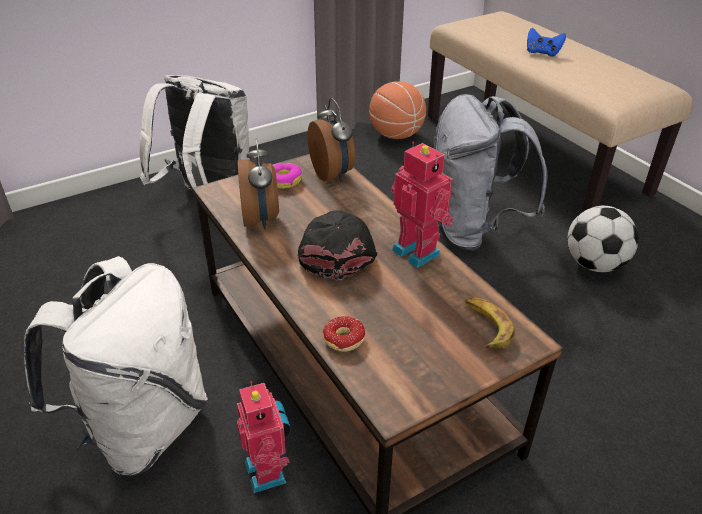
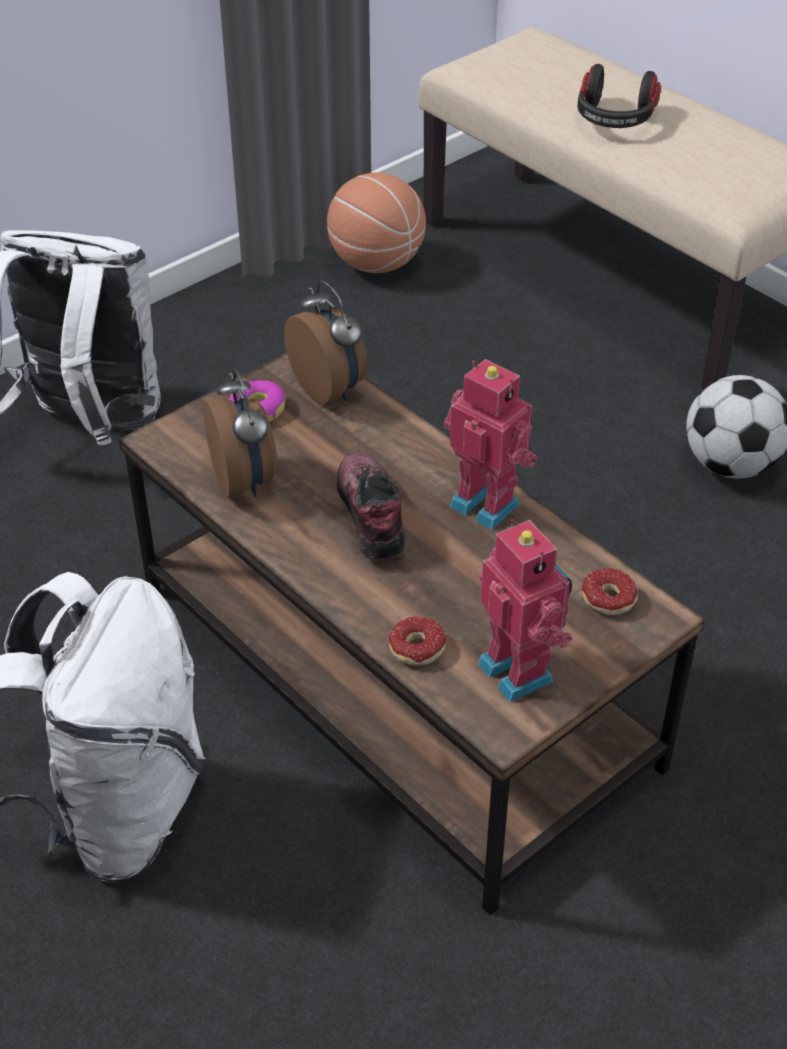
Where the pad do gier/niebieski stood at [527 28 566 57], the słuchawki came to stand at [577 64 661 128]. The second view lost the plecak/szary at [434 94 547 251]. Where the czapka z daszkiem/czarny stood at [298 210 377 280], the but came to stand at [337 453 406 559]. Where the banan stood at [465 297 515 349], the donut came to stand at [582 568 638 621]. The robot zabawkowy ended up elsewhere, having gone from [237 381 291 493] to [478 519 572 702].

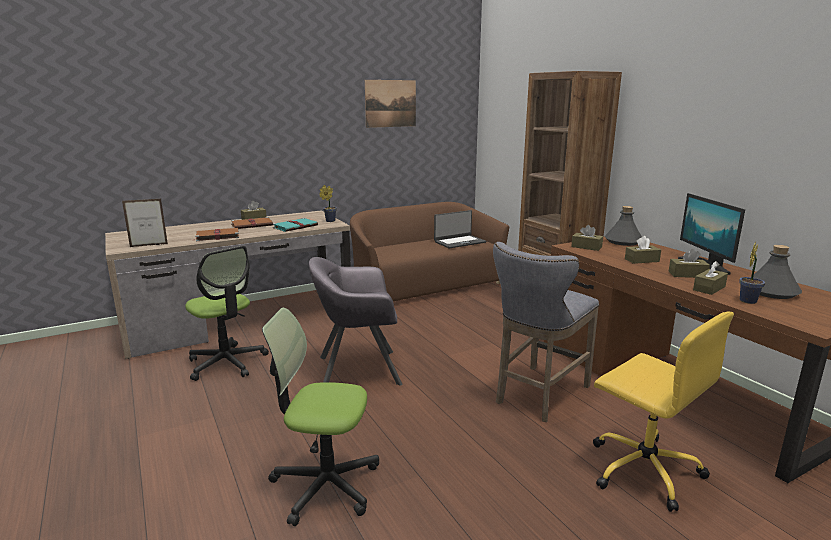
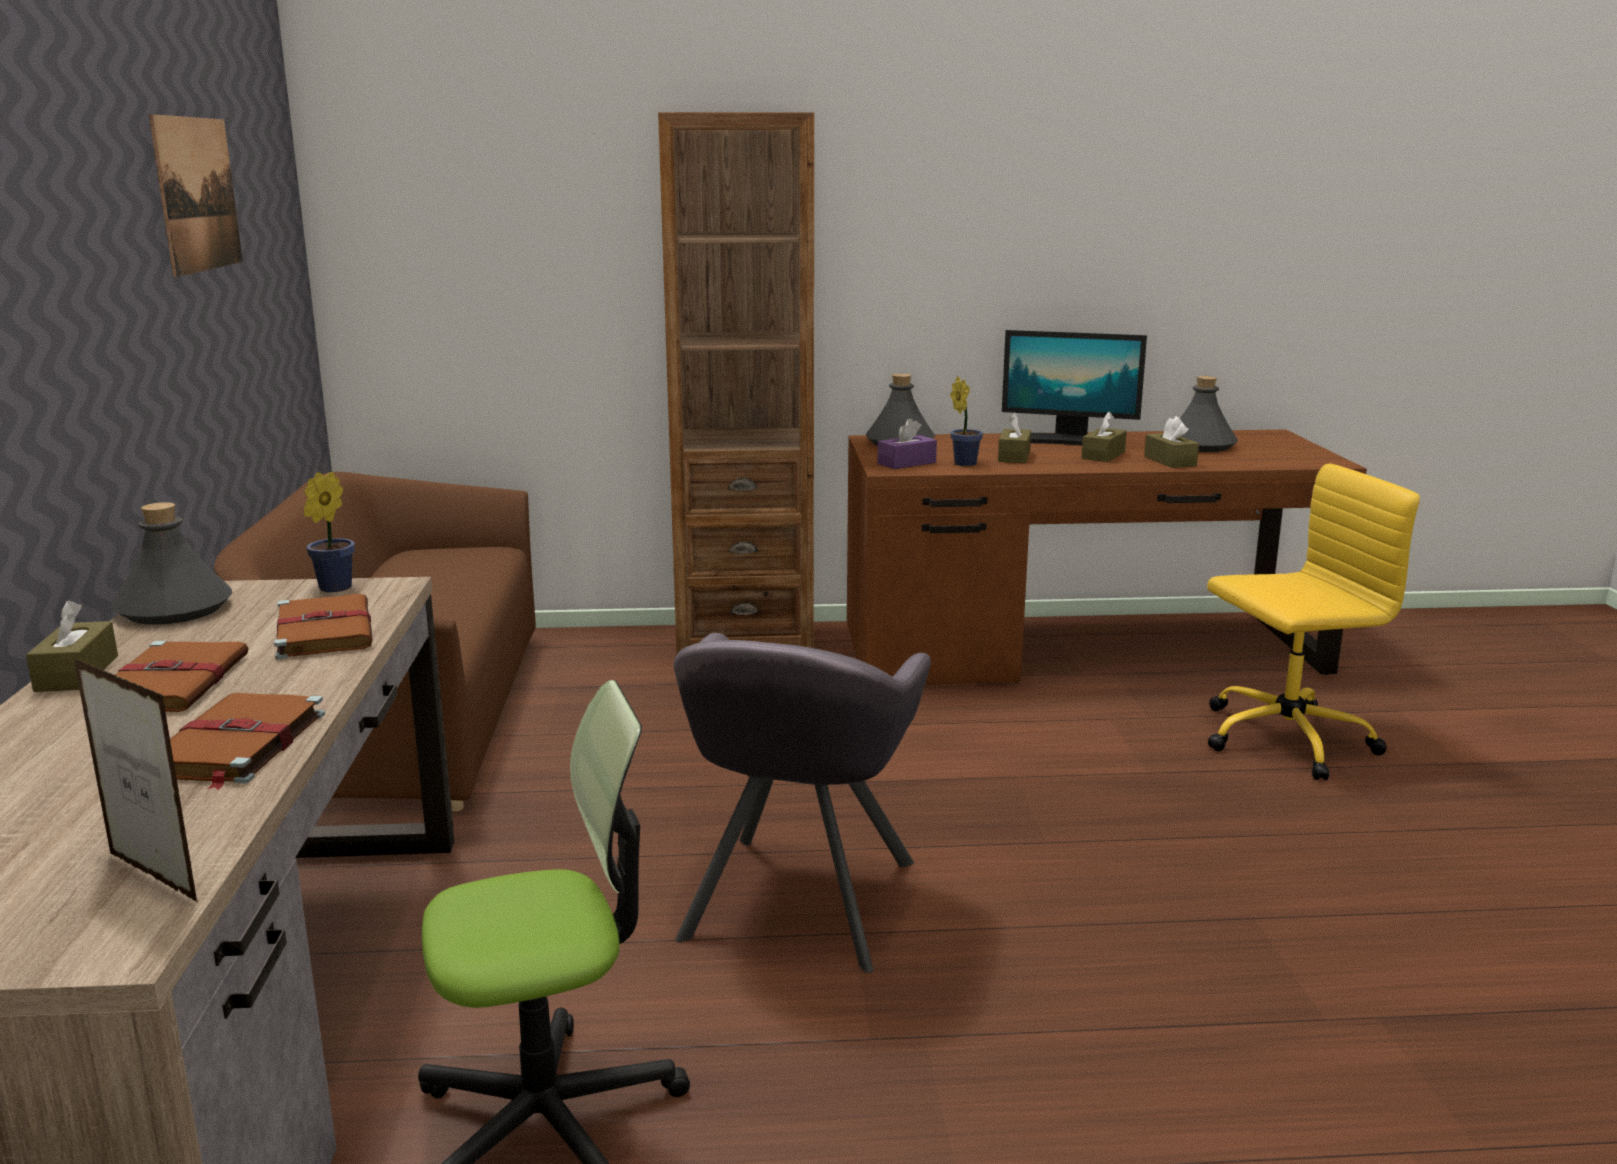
The ramka na zdjęcie at [122 199 168 247] ended up facing another way, 120 degrees clockwise from before. The second view lost the laptop at [434 210 486 248]. What was the książka/turkusowy at [272 218 318 232] turned into the książka/brązowy at [274 594 373 660]. What was the pudełko chusteczek/brązowy at [571 225 603 251] turned into the pudełko chusteczek/fioletowy at [877 418 937 469]. The second view lost the stołek/szary at [493 242 599 422]. The roślina doniczkowa ended up elsewhere, having gone from [739 242 765 304] to [950 376 983 466]. The second view lost the krzesło biurowe at [262 308 379 526]. The second view gained the butelka/szary at [112 502 233 625].

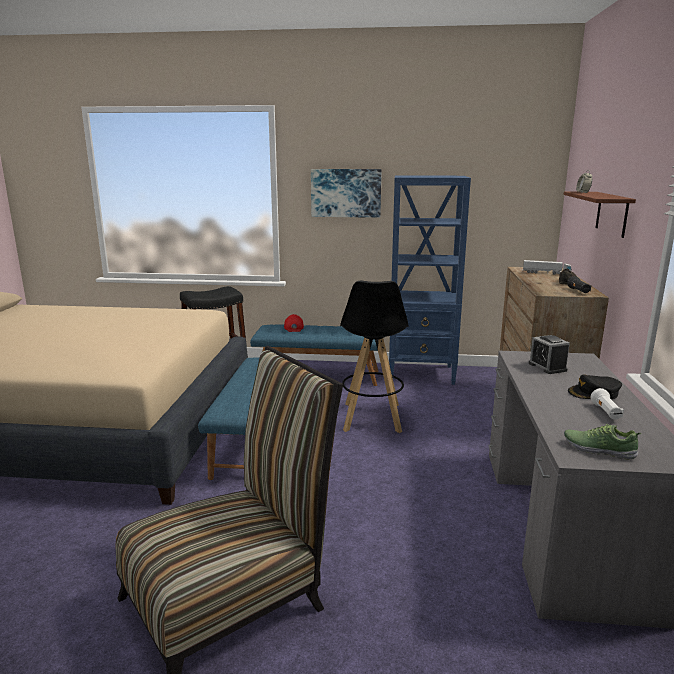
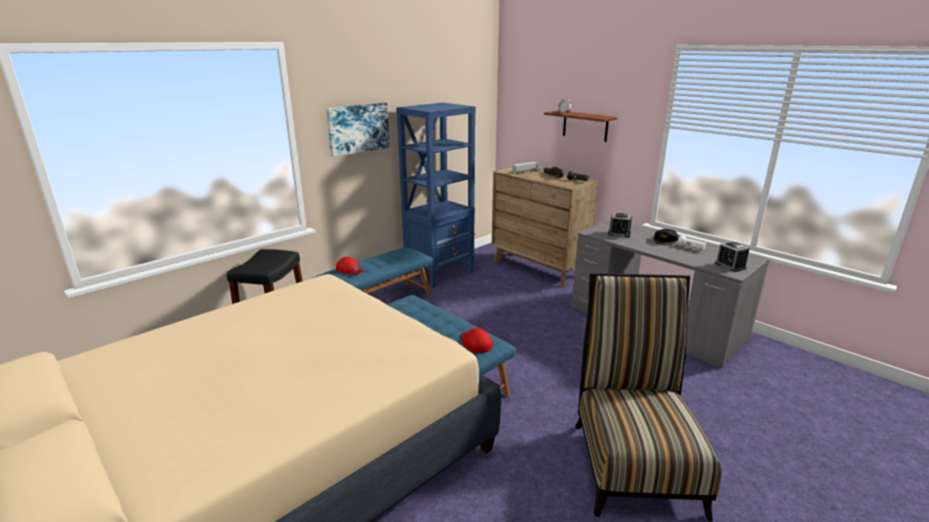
The second view lost the stołek/czarny at [340 281 409 433]. Where the but stood at [564 424 641 460], the budzik came to stand at [715 241 750 272]. The second view gained the czapka z daszkiem/czerwony at [460 328 493 353].

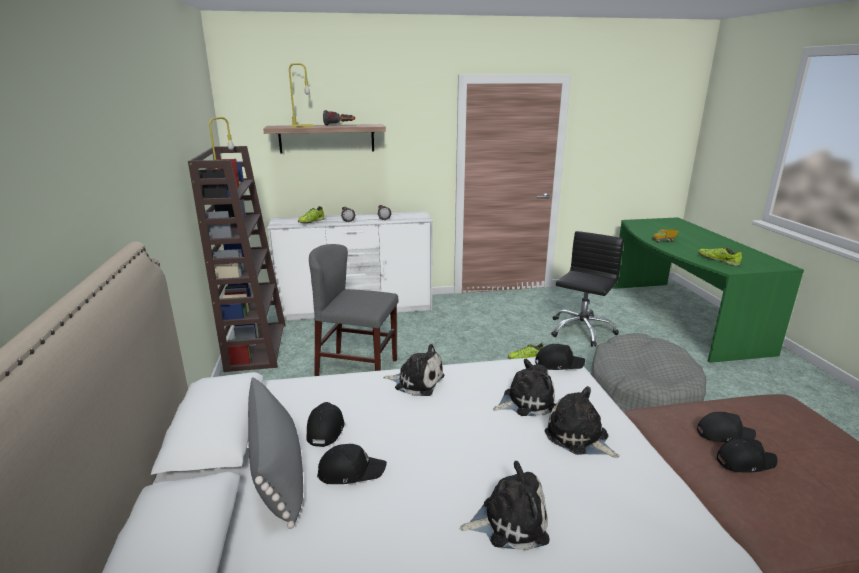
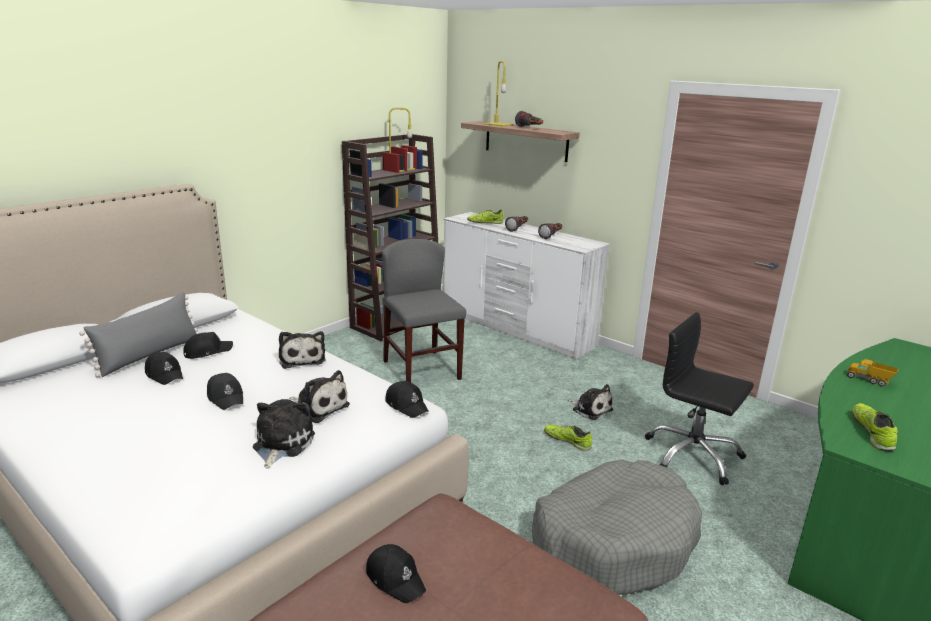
The krzesło biurowe/czarny at [551 231 624 347] ended up facing another way, 135 degrees counterclockwise from before. The czapka z daszkiem/czarny ended up elsewhere, having gone from [697 412 756 442] to [207 373 243 410]. The pluszak ended up elsewhere, having gone from [460 461 550 551] to [568 384 613 420].

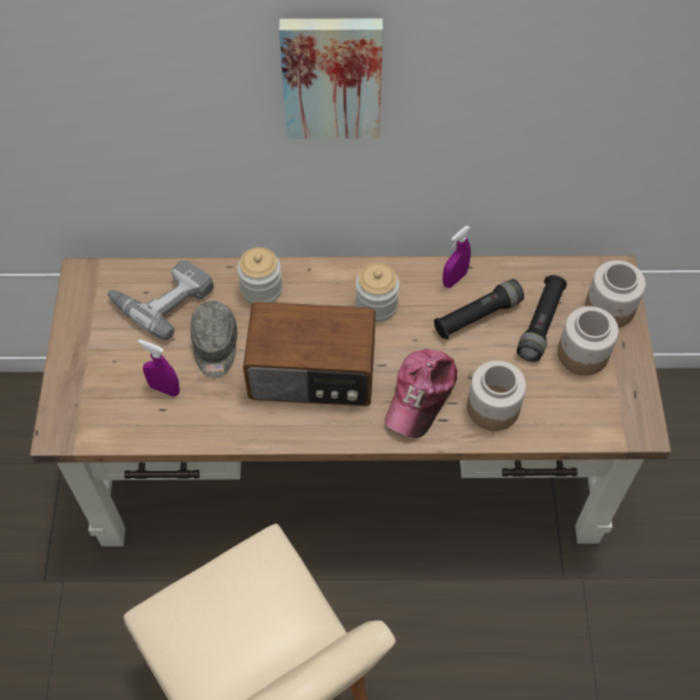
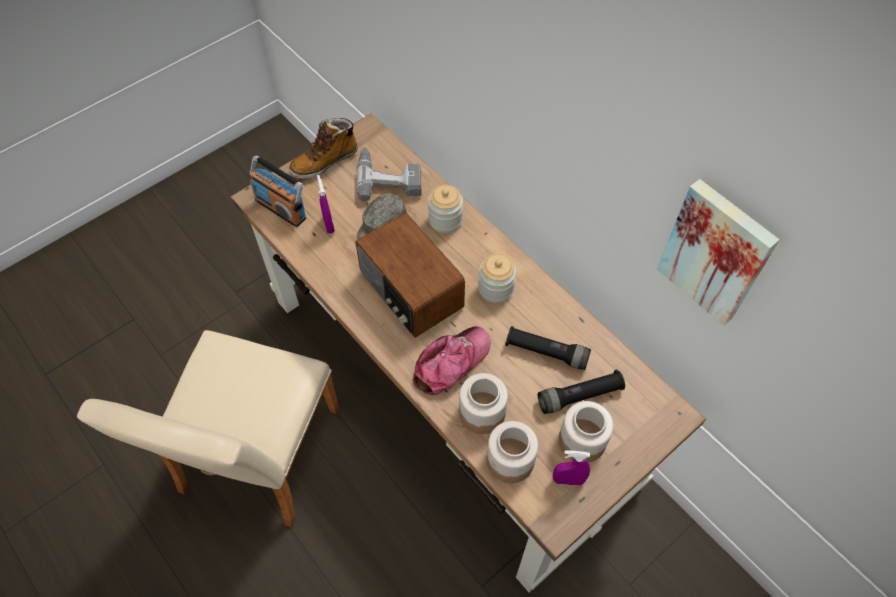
The obraz ended up elsewhere, having gone from [279 18 383 138] to [657 179 780 326]. The spryskiwacz/fioletowy ended up elsewhere, having gone from [443 226 471 288] to [553 450 590 486]. The słoik ended up elsewhere, having gone from [585 260 646 328] to [486 421 538 483]. The czapka z daszkiem at [385 348 457 438] ended up facing another way, 150 degrees clockwise from before. The second view gained the but z cholewką at [289 118 358 179]. The second view gained the radio at [250 156 306 227].

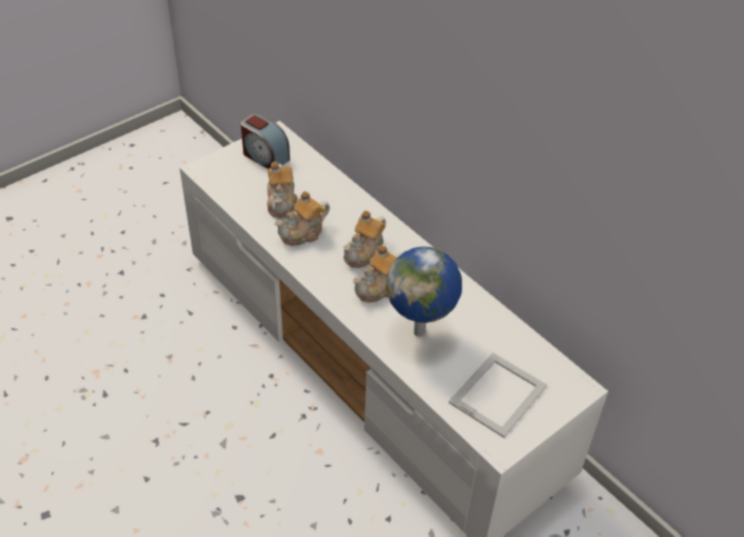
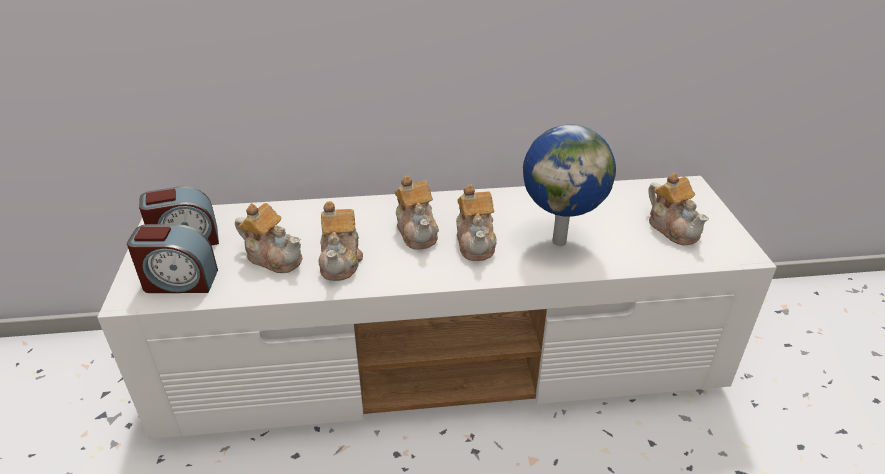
Where the ramka na zdjęcie stood at [449 353 547 438], the imbryk came to stand at [648 173 709 245]. The second view gained the budzik at [127 224 218 293].

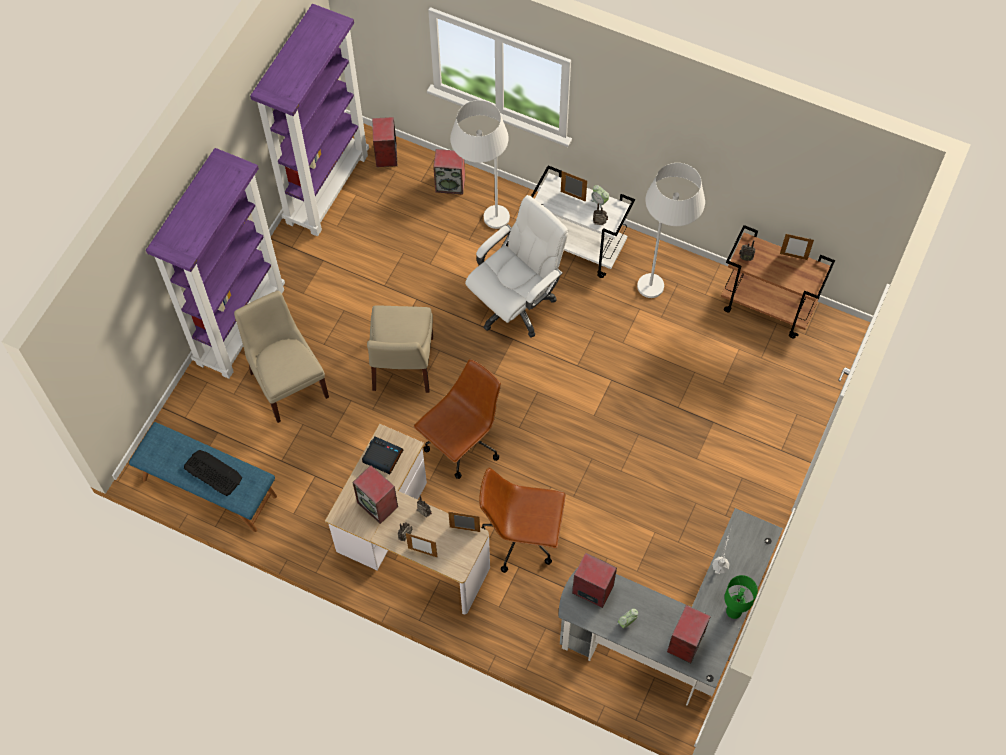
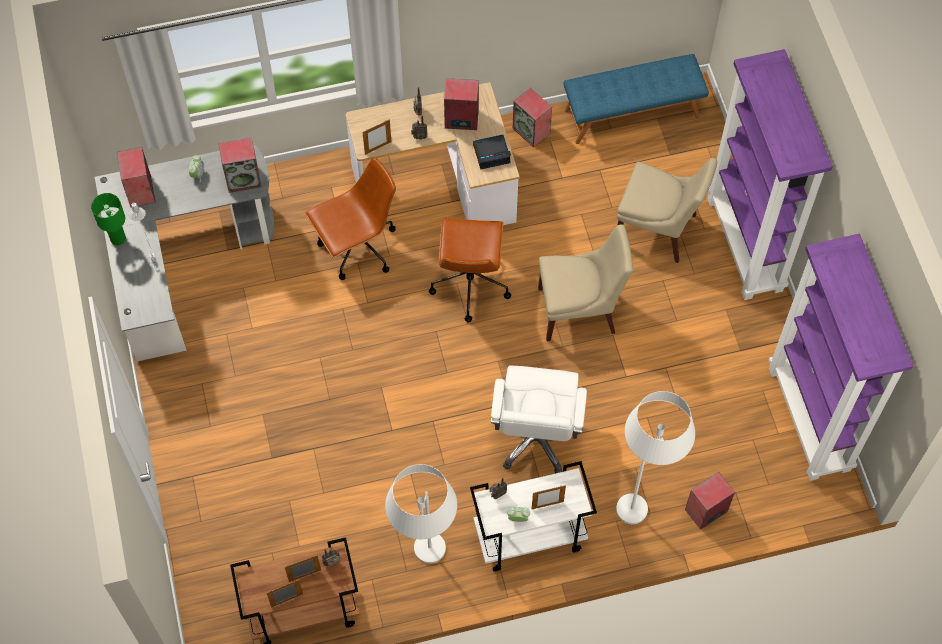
The głośnik ended up elsewhere, having gone from [372 117 397 167] to [513 88 552 147]. The krzesło/beżowy at [367 305 433 393] ended up facing another way, 120 degrees clockwise from before. The second view lost the klawiatura at [184 450 242 496]. The ramka na zdjęcie ended up elsewhere, having gone from [406 533 437 557] to [285 555 321 582].

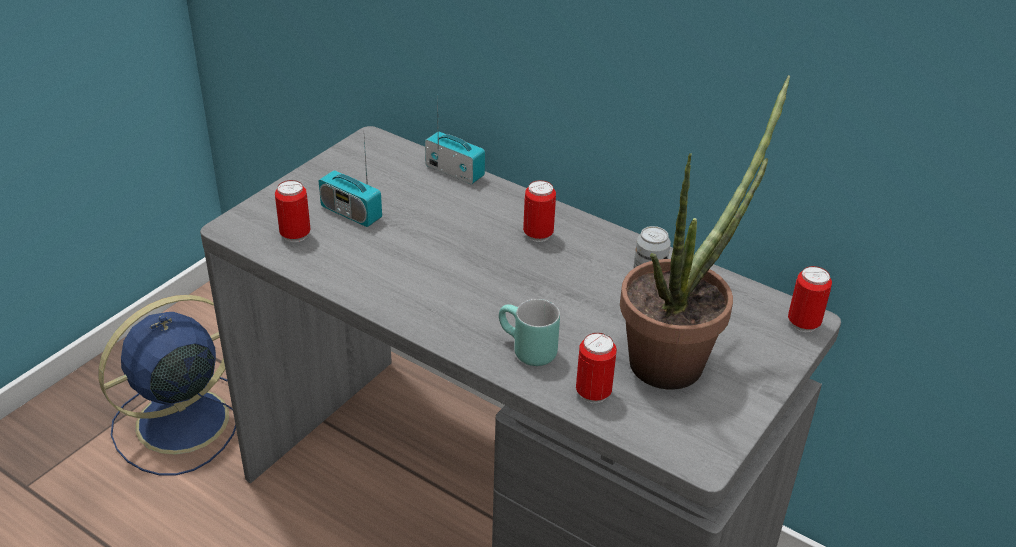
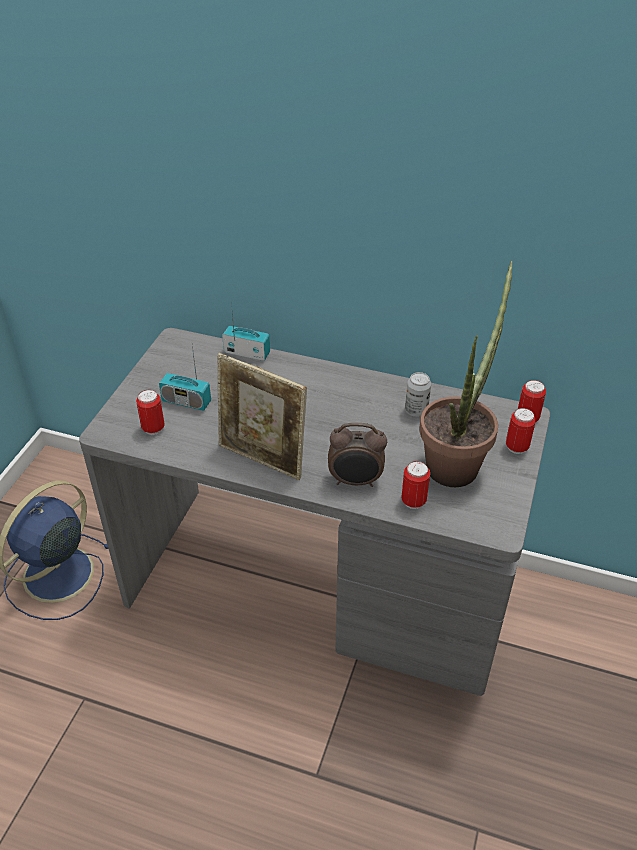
The puszka ended up elsewhere, having gone from [523 180 556 242] to [506 408 536 454]. Where the kubek/turkusowy stood at [499 299 560 366], the budzik came to stand at [328 423 387 487]. The second view gained the ramka na zdjęcie at [217 353 307 480].

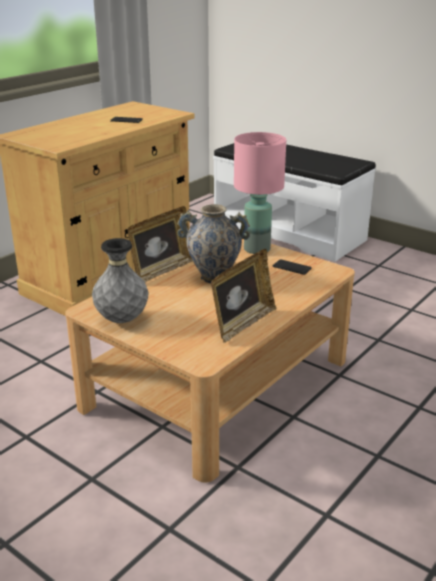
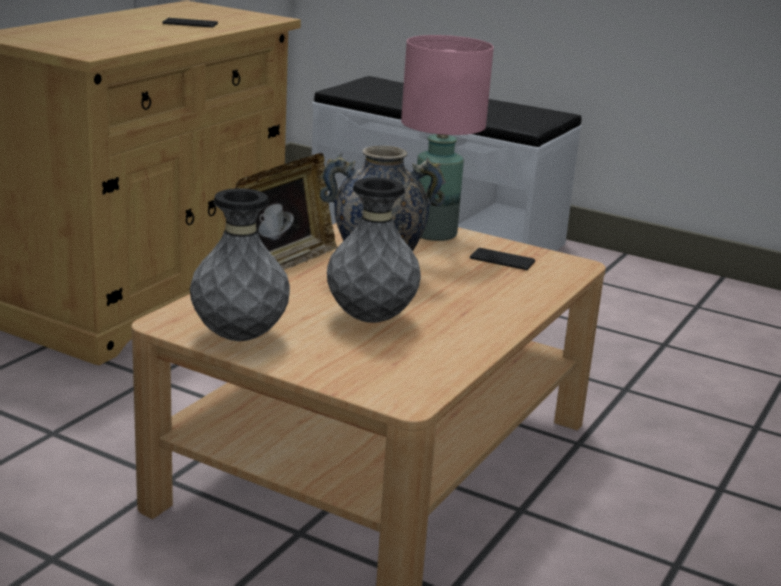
The second view lost the ramka na zdjęcie at [211 249 277 343]. The second view gained the wazon/szary at [327 178 421 323].

